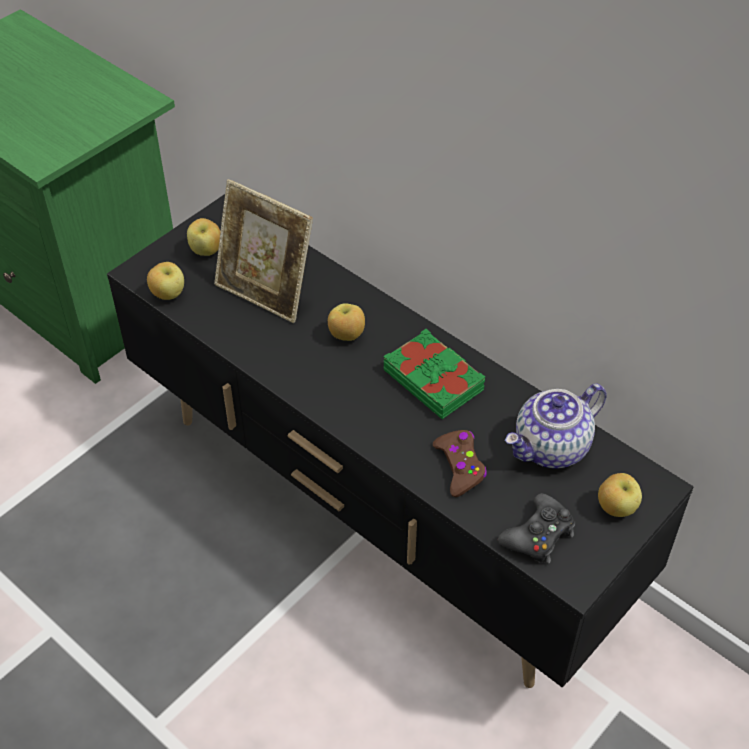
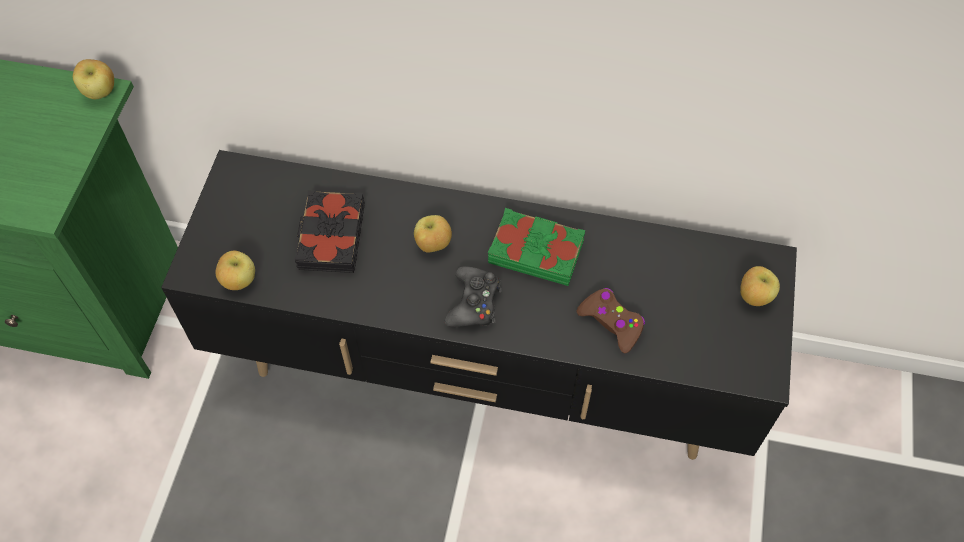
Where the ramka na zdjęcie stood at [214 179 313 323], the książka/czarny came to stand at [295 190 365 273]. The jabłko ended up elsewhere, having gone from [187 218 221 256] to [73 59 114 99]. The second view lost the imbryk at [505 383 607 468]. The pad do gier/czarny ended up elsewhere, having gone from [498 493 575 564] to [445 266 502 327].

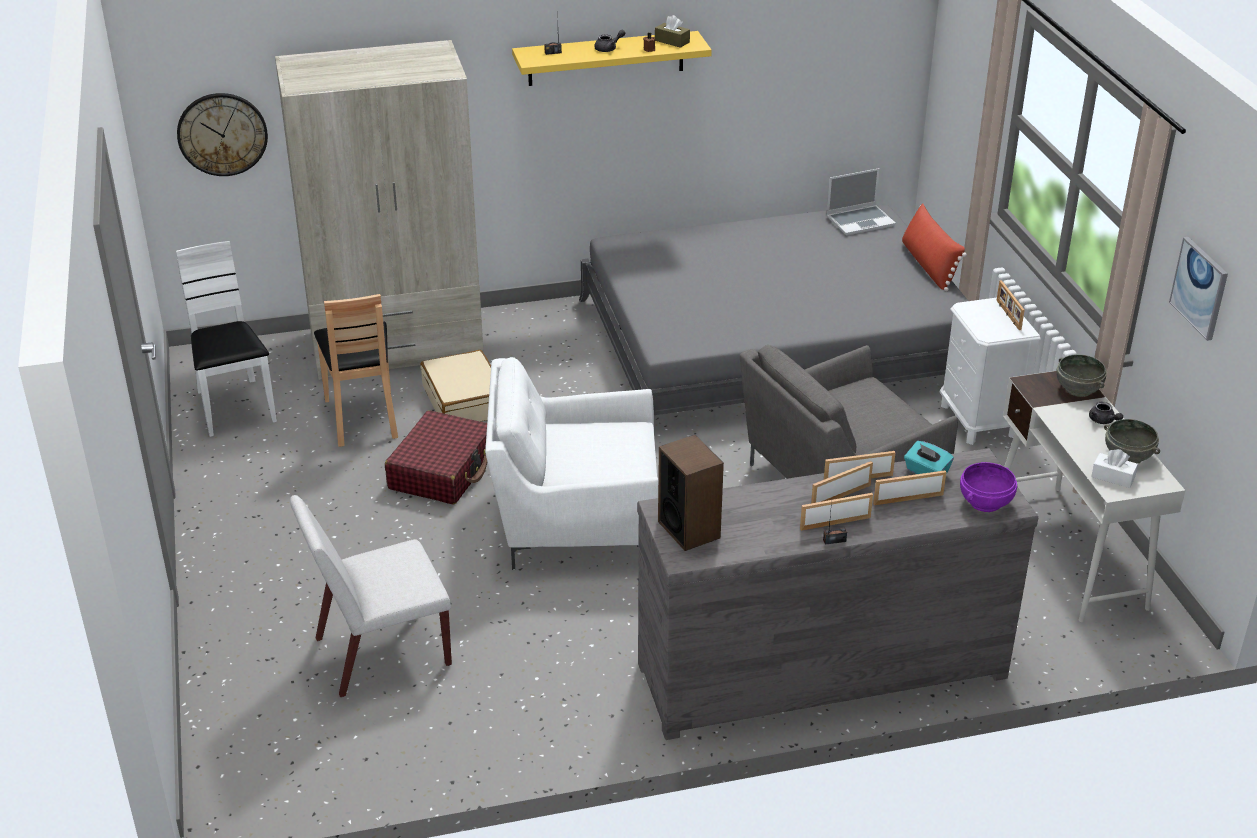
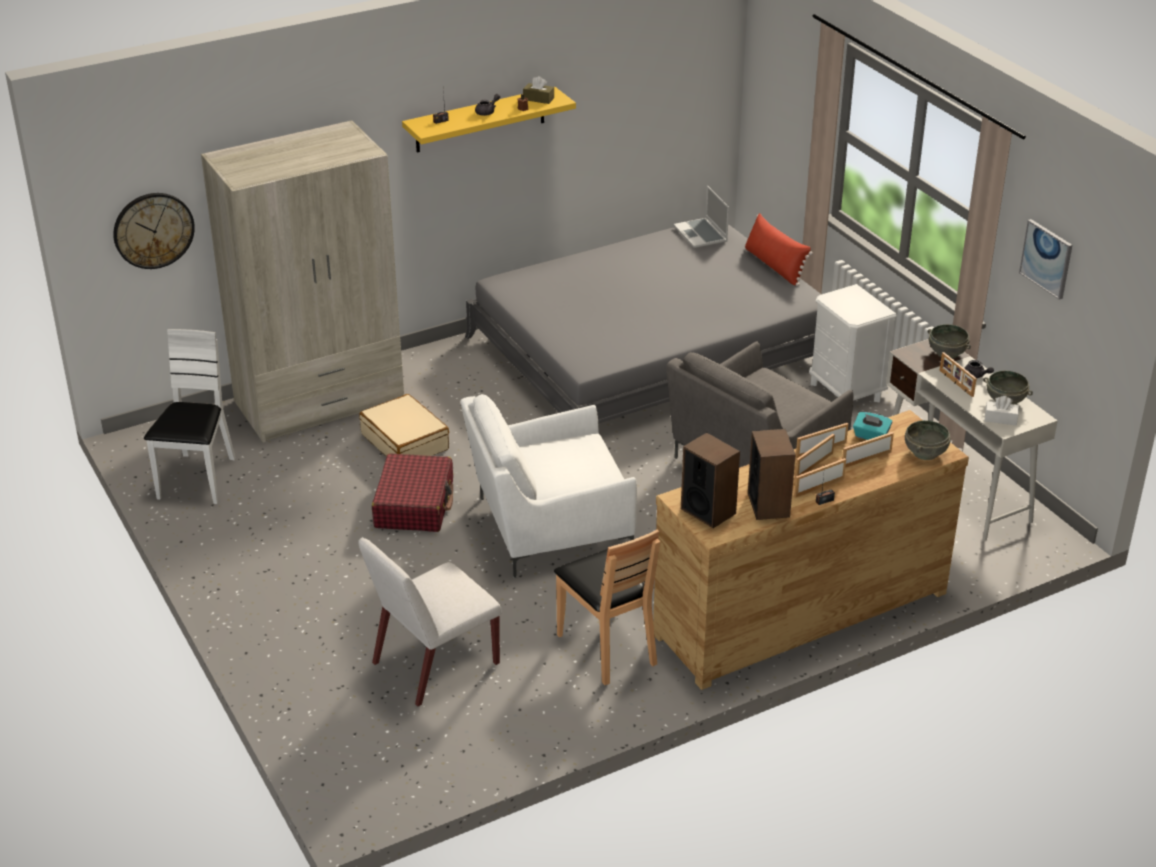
The laptop at [826 168 896 236] ended up facing another way, 105 degrees clockwise from before. The krzesło/biały at [176 241 277 437] ended up facing another way, 45 degrees clockwise from before. The ramka na zdjęcie ended up elsewhere, having gone from [996 280 1025 330] to [940 352 977 397]. The krzesło/brązowy ended up elsewhere, having gone from [314 294 398 447] to [554 529 660 685]. What was the komoda/szary at [637 448 1039 740] turned into the komoda/brązowy at [653 410 969 690]. What was the miska/fioletowy at [960 462 1017 512] turned into the miska/szary at [905 420 951 460]. The second view gained the głośnik at [748 429 795 520].

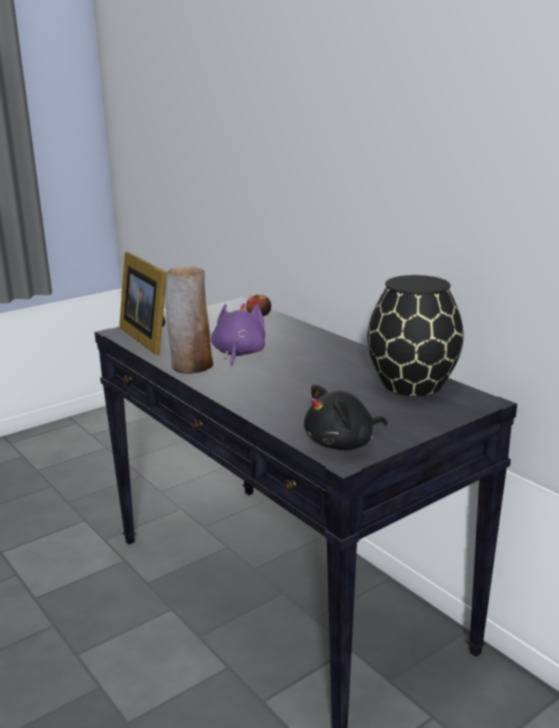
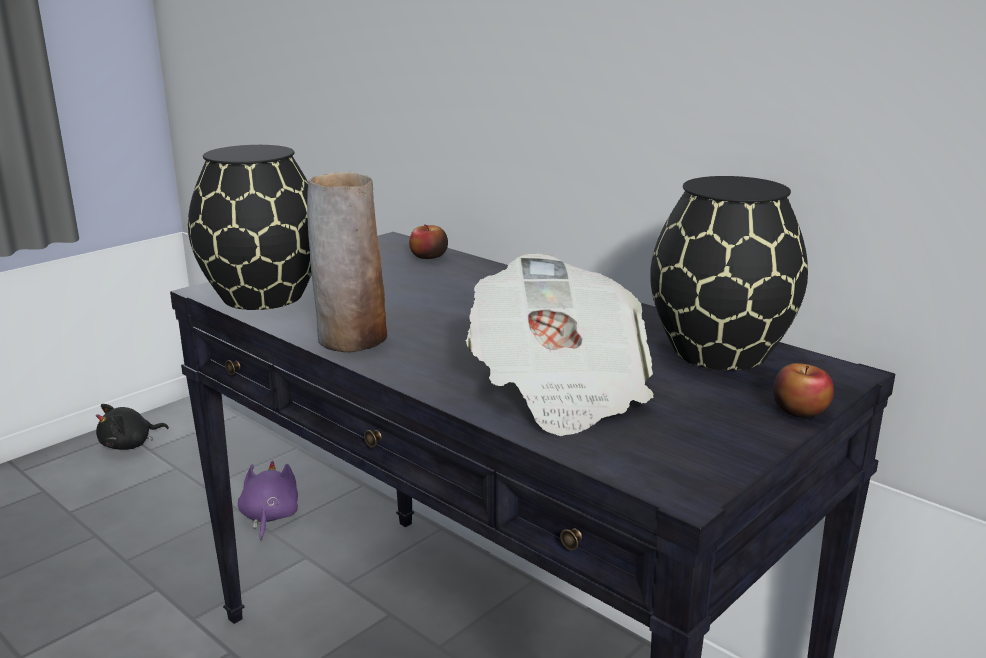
Where the ramka na zdjęcie stood at [119 252 167 355], the wazon/czarny came to stand at [188 145 312 310]. The pluszak/fioletowy ended up elsewhere, having gone from [211 303 265 366] to [238 460 298 541]. The pluszak/czarny ended up elsewhere, having gone from [304 384 388 450] to [96 404 169 450]. The second view gained the gazeta at [466 254 653 436]. The second view gained the jabłko at [773 363 834 418].

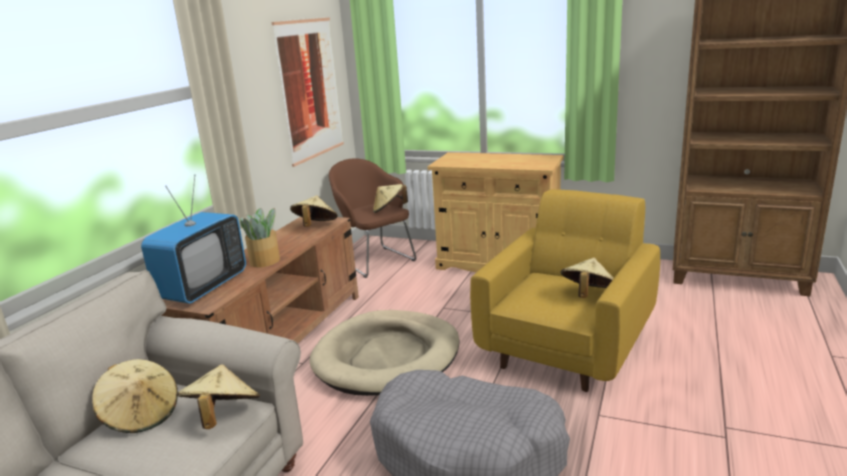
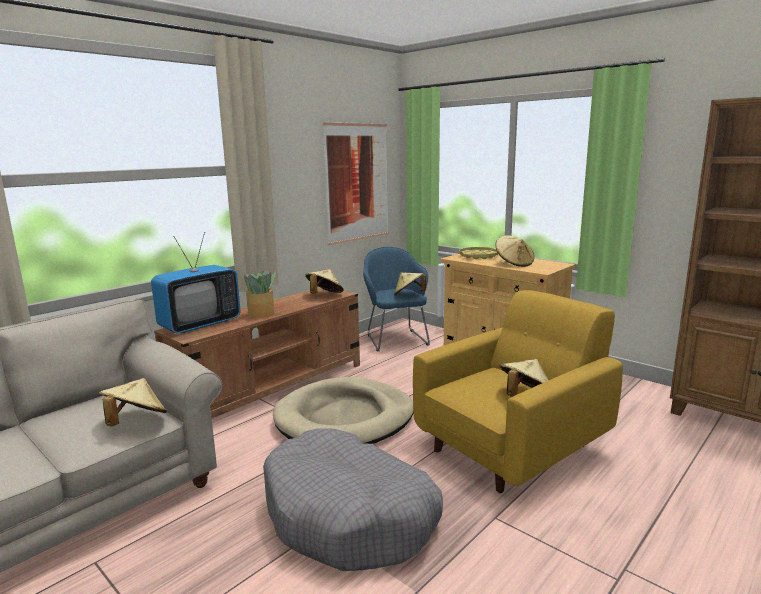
What was the fotel/brązowy at [329 158 416 278] turned into the fotel/niebieski at [363 247 430 351]. The kapelusz/beżowy ended up elsewhere, having gone from [92 359 178 433] to [496 235 534 267]. The second view gained the taca/żółty at [459 247 498 259].

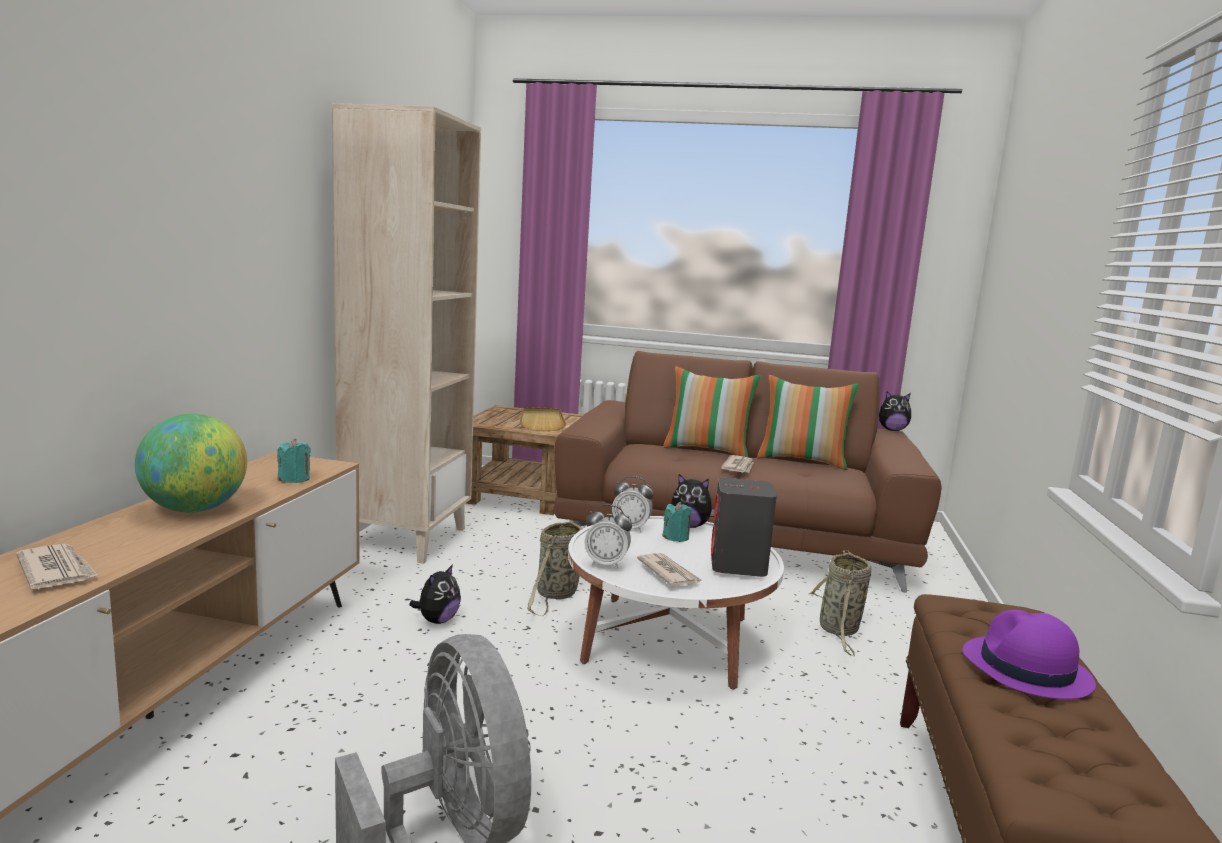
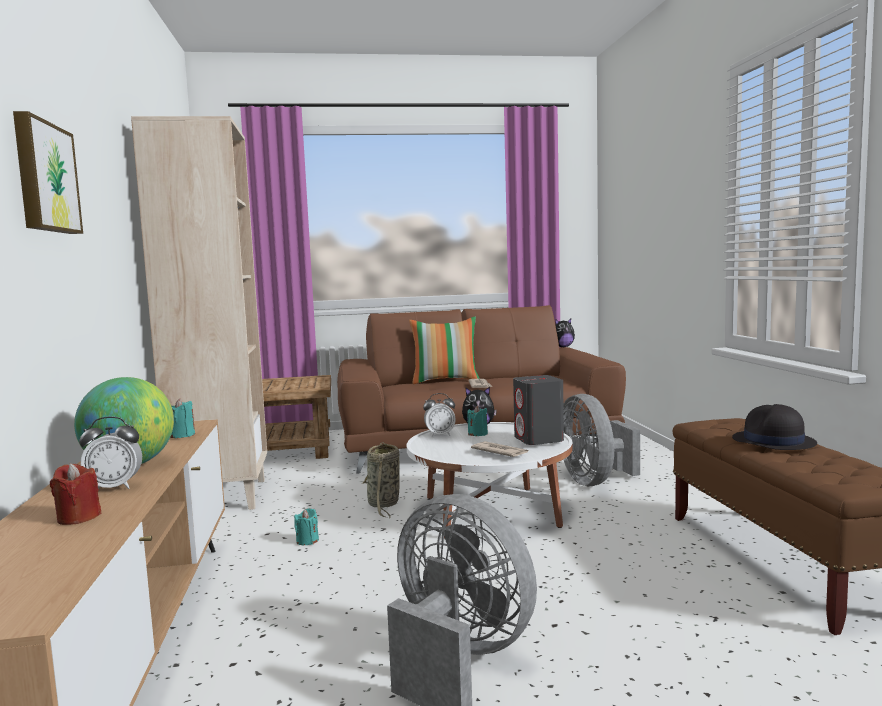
The second view lost the poduszka at [757 375 859 470]. The second view lost the taca/beżowy at [520 407 566 431]. The budzik ended up elsewhere, having gone from [585 505 632 569] to [79 417 142 489]. Where the gazeta stood at [16 544 98 589], the świeca/czerwony came to stand at [50 464 101 525]. Where the koszyk stood at [809 550 871 657], the wentylator/szary came to stand at [563 394 640 486]. Where the pluszak stood at [409 564 461 624], the świeca/turkusowy came to stand at [294 508 319 545]. What was the kapelusz/fioletowy at [963 610 1096 699] turned into the kapelusz/czarny at [732 404 817 450]. The second view gained the obraz at [13 111 83 234].

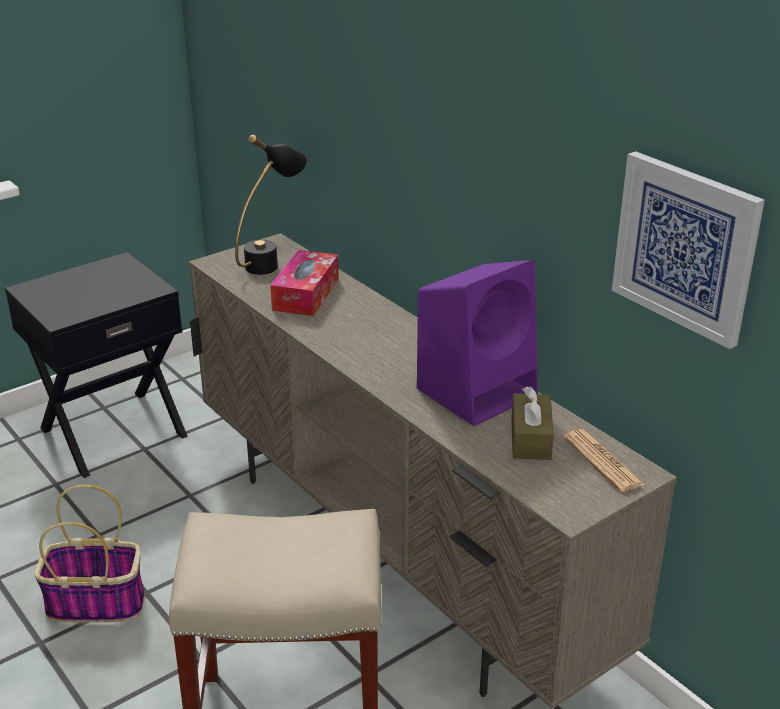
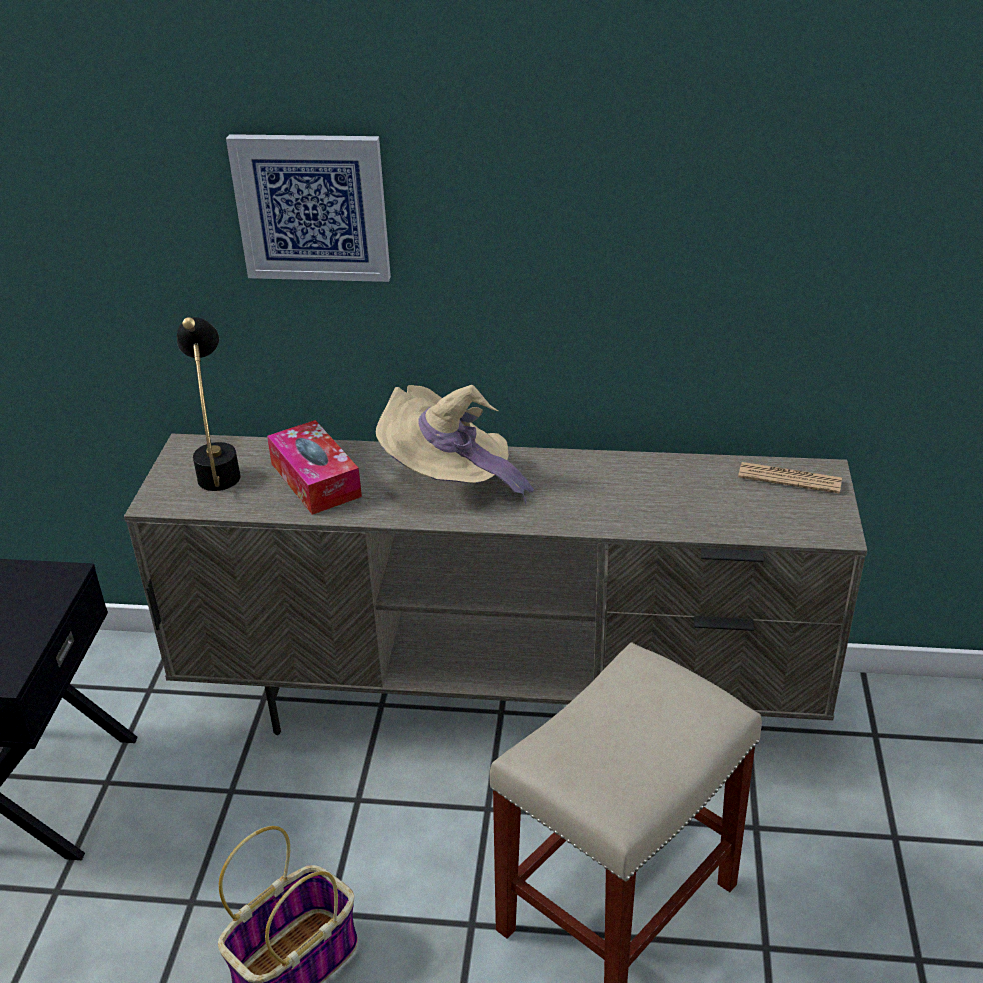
The obraz ended up elsewhere, having gone from [612 151 765 349] to [226 134 391 282]. The second view lost the głośnik/fioletowy at [417 260 538 426]. The second view lost the pudełko chusteczek/brązowy at [511 386 554 460]. The second view gained the kapelusz/beżowy at [376 385 534 504].

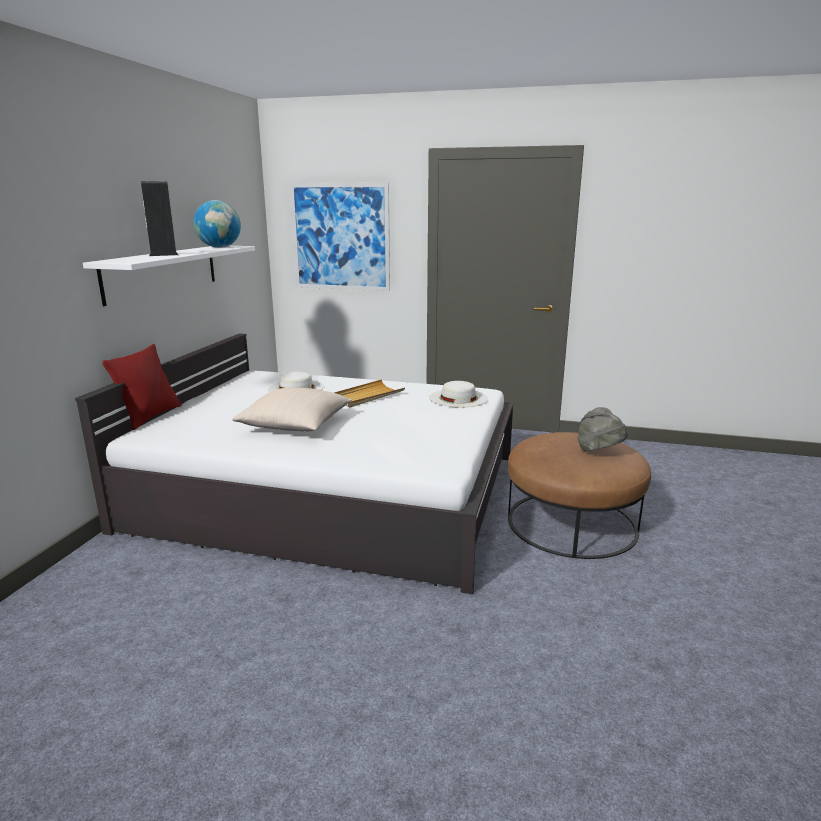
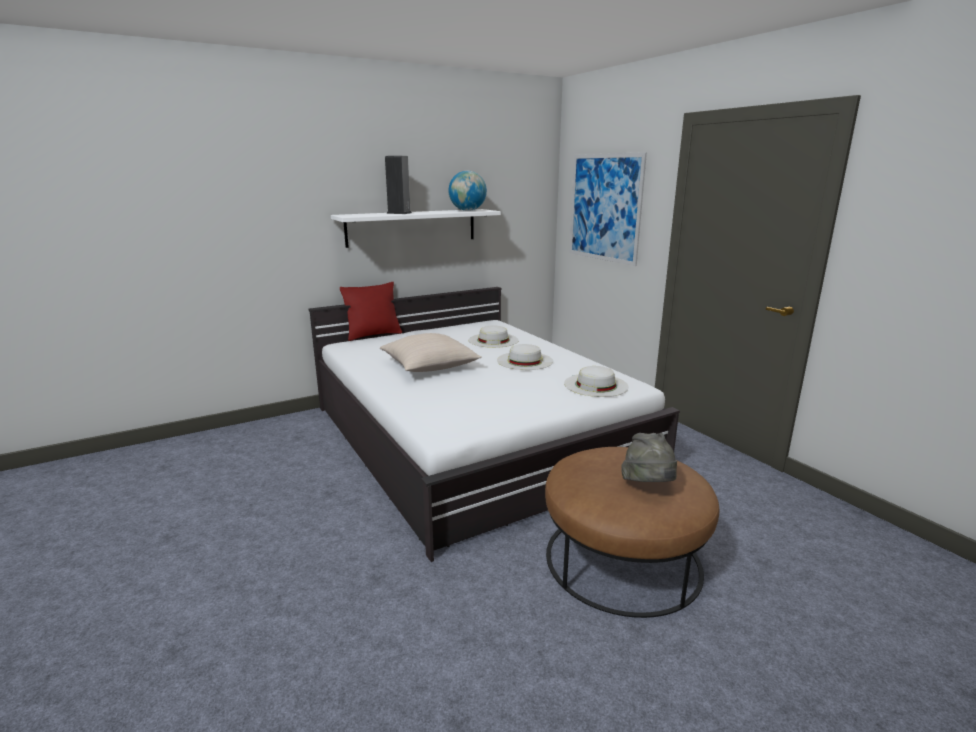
Where the taca/beżowy stood at [334 379 405 407], the kapelusz/biały came to stand at [497 344 553 370].

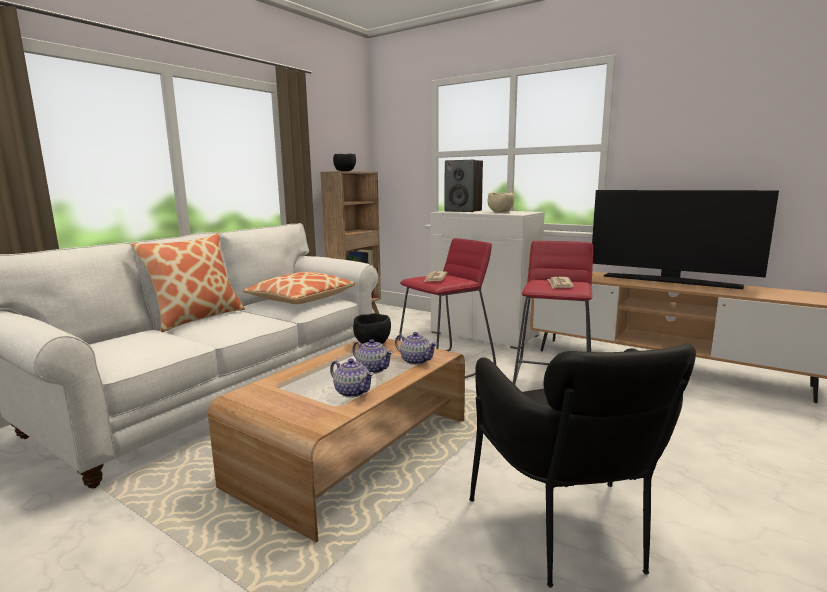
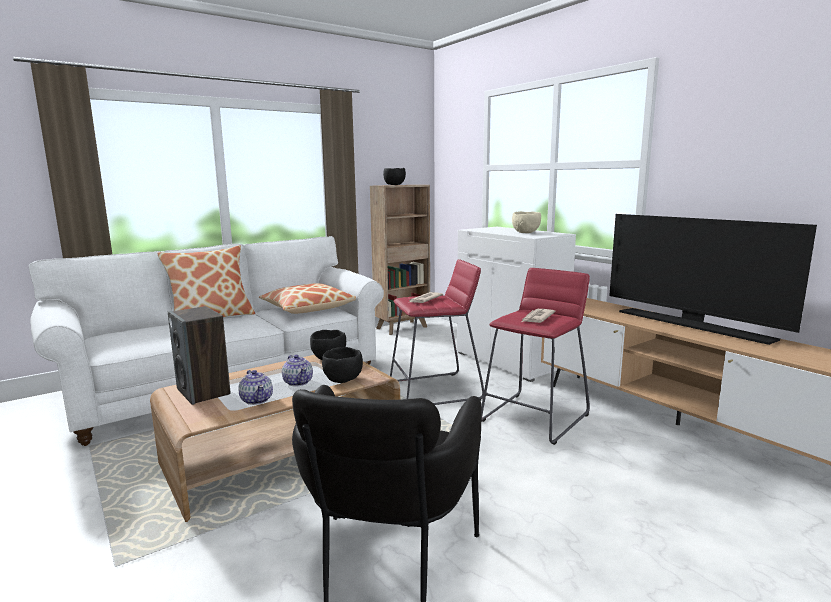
The głośnik ended up elsewhere, having gone from [445 160 483 212] to [168 306 231 405]. Where the imbryk stood at [395 332 437 365], the miska/czarny came to stand at [322 347 363 383].

